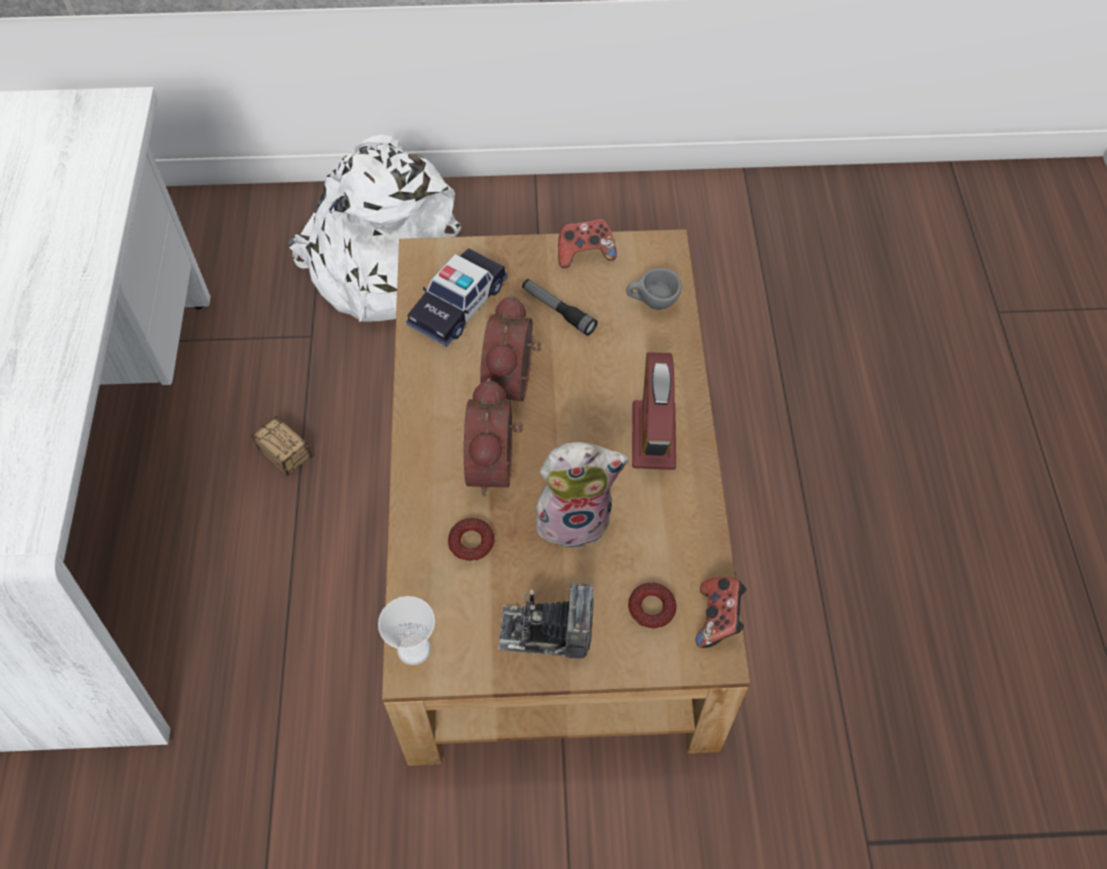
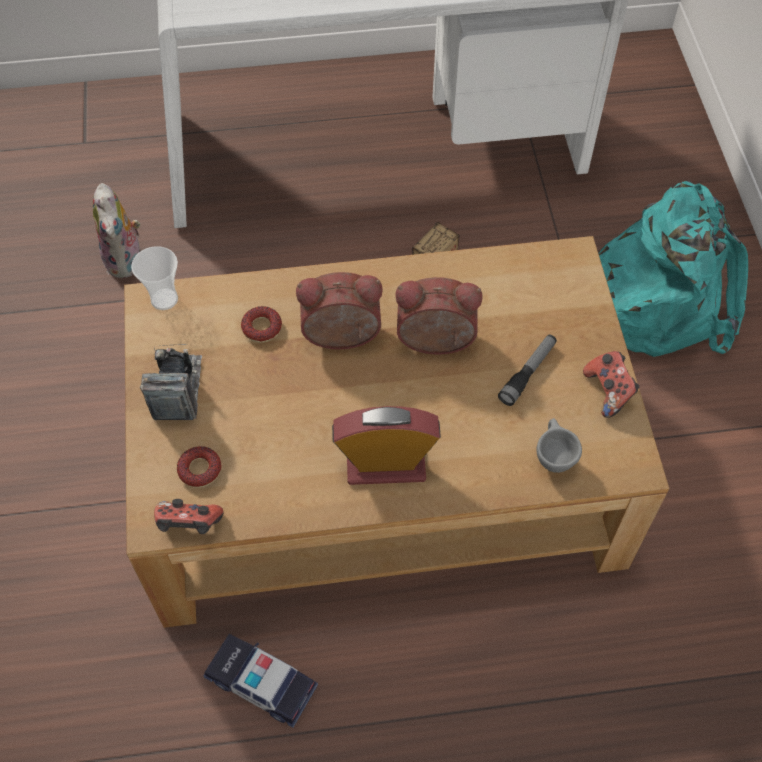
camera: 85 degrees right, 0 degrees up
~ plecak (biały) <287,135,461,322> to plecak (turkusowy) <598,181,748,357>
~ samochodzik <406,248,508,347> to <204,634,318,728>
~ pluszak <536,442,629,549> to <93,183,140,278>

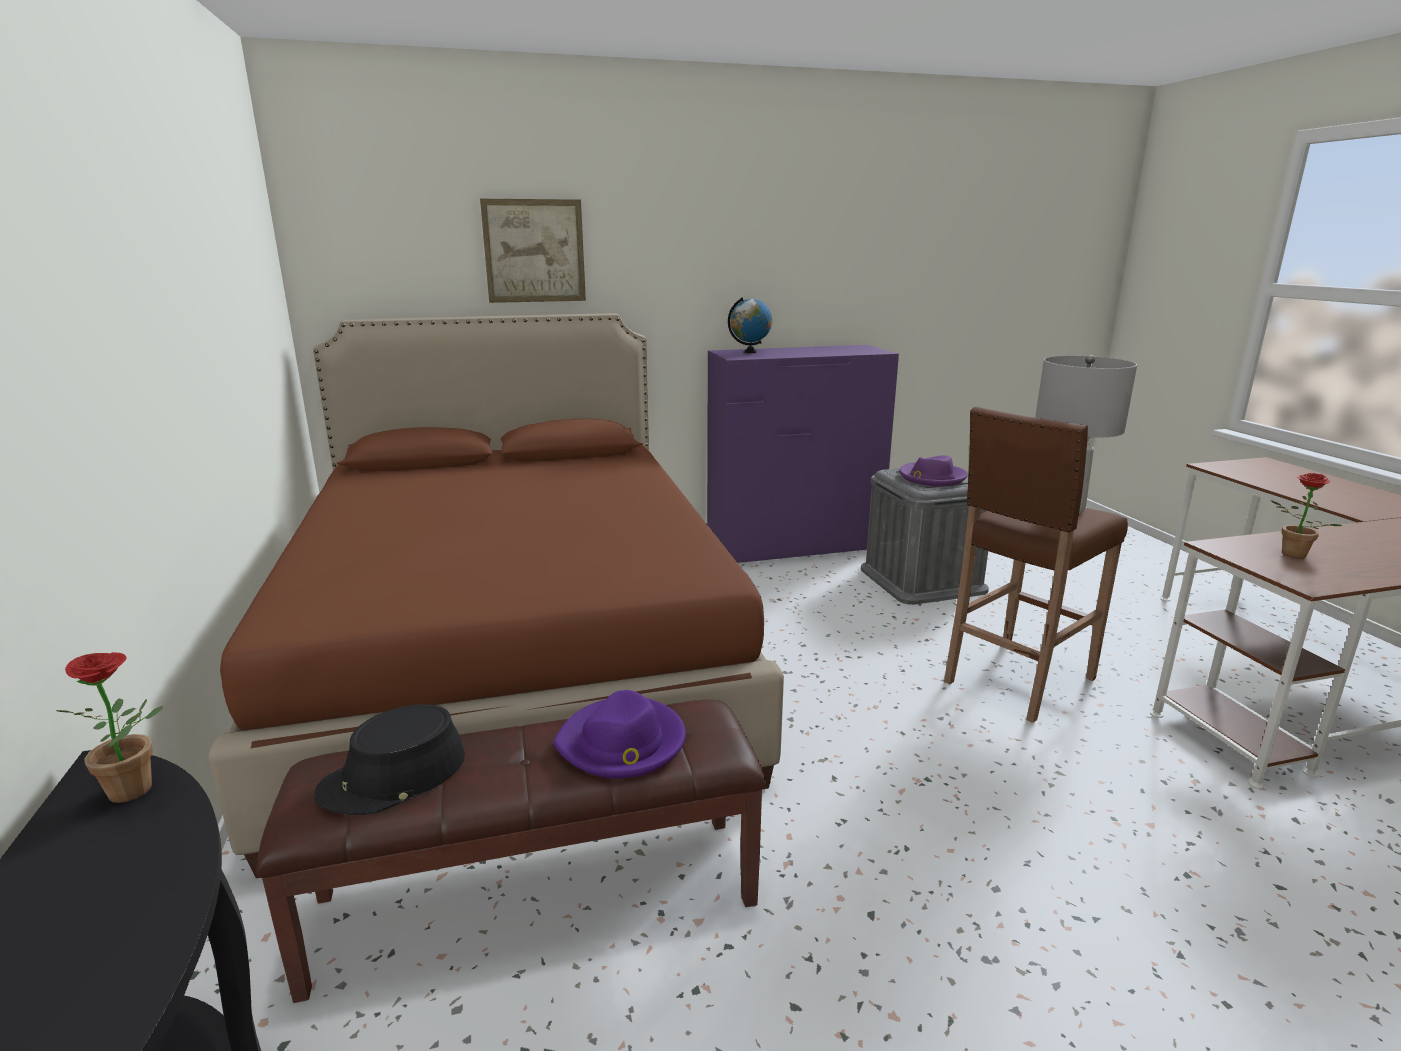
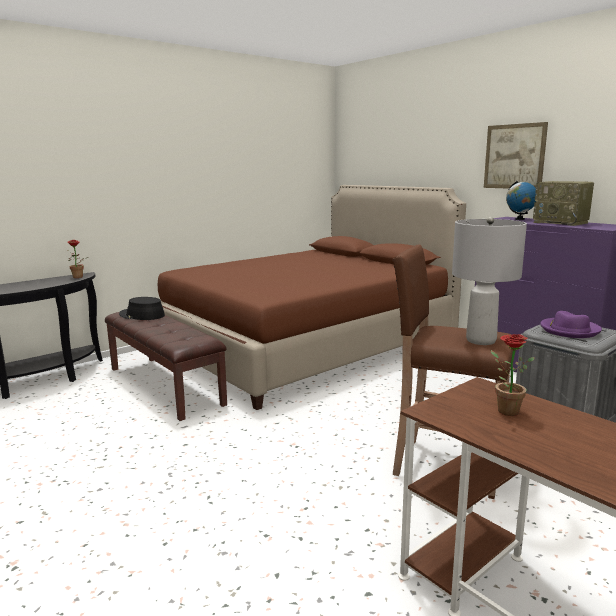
camera: 65 degrees right, 5 degrees down
~ obraz <480,199,586,303> to <484,122,548,189>
- kapelusz (fioletowy) <553,690,686,779>
+ radio <533,181,594,226>

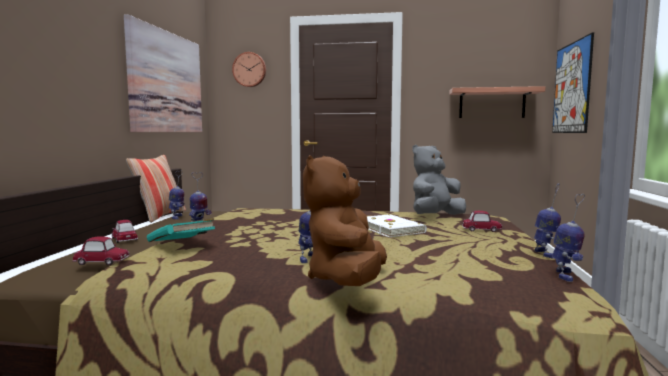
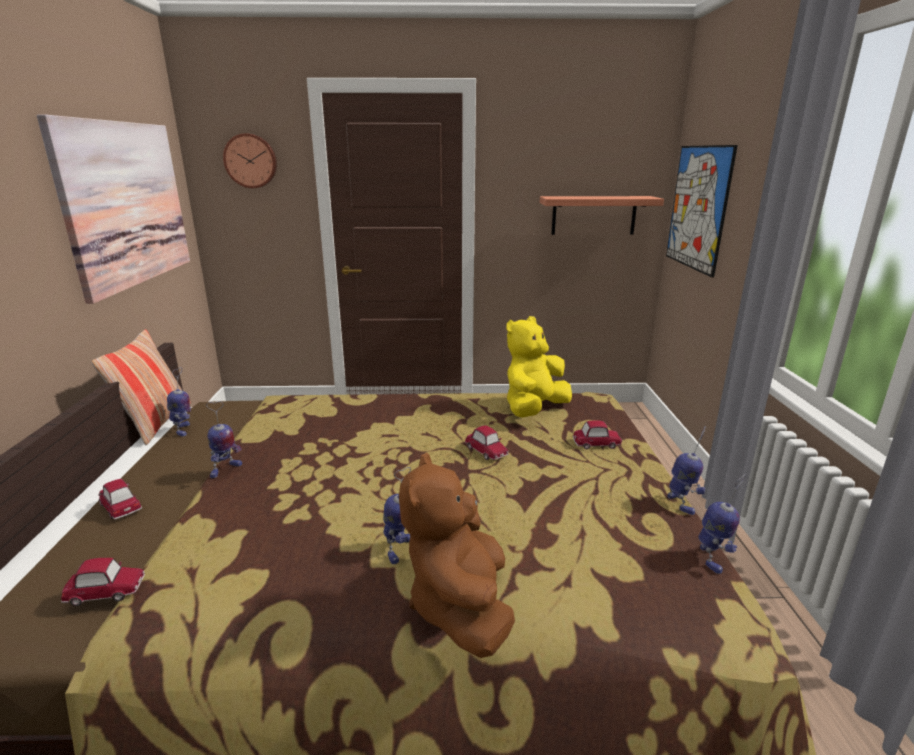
camera: 10 degrees left, 15 degrees up
~ pluszak (szary) <412,145,466,215> to pluszak (żółty) <506,316,572,418>
~ książka (biały) <367,214,427,237> to samochodzik <465,425,509,460>
- książka (turkusowy) <147,218,215,242>

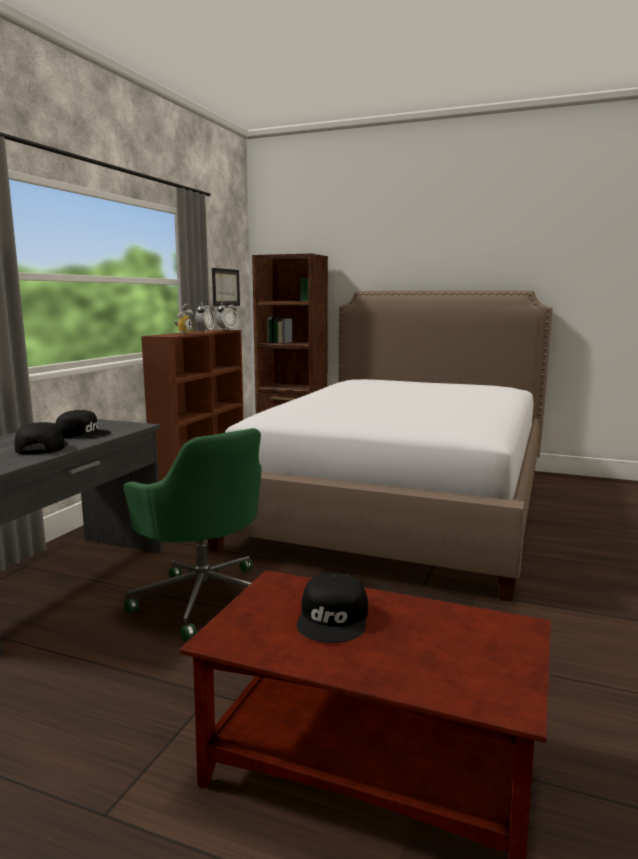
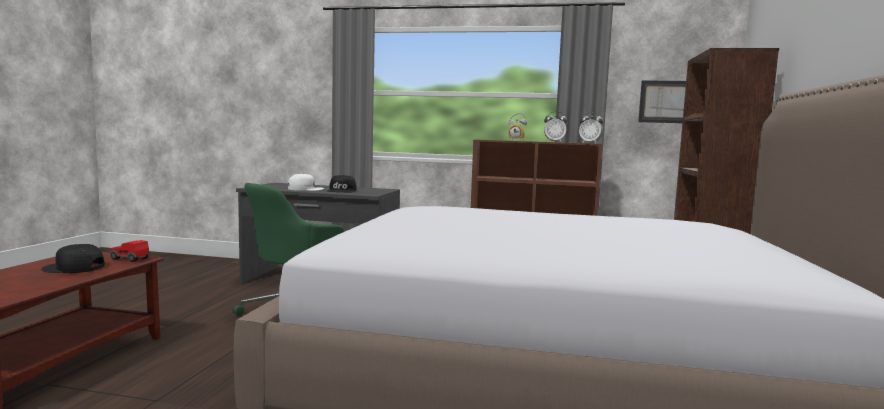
camera: 80 degrees right, 5 degrees down
~ czapka z daszkiem (czarny) <14,422,68,454> to czapka z daszkiem (biały) <288,173,324,191>
+ samochodzik <110,240,149,262>

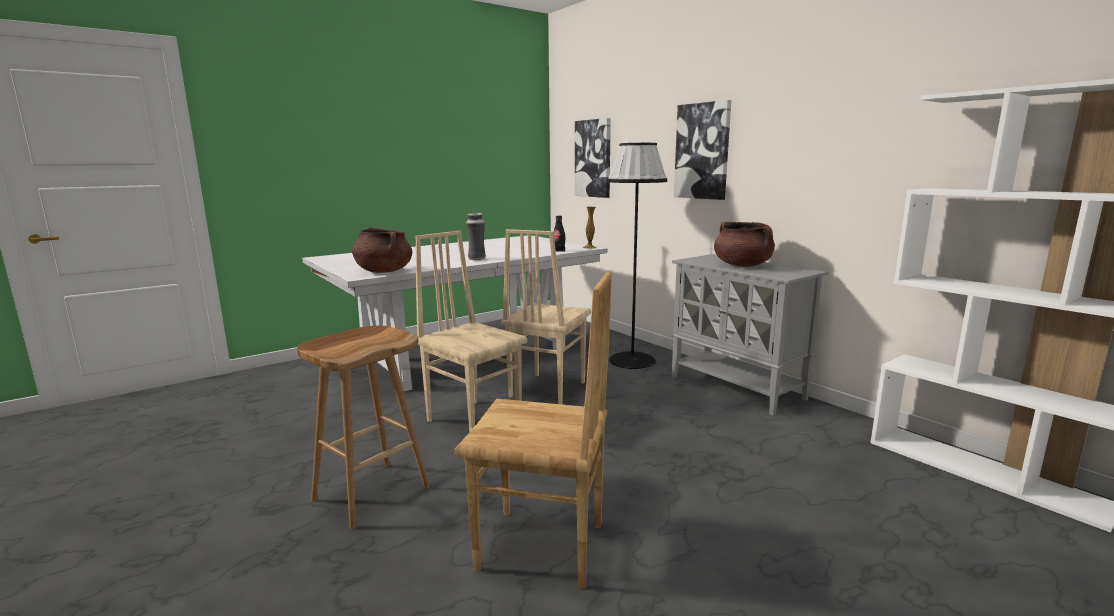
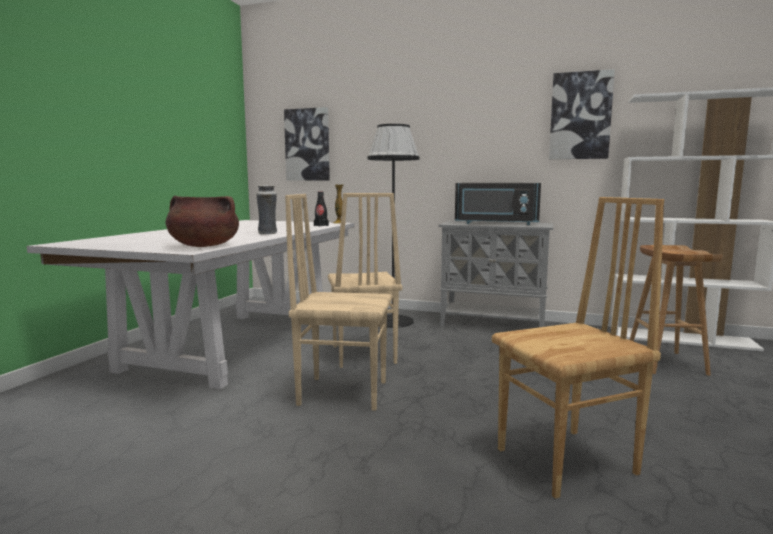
camera: 35 degrees left, 5 degrees down
~ obraz <674,100,731,200> to <549,69,615,159>
~ garnek (brązowy) <714,222,775,267> to mikrofalówka (czarny) <455,183,541,225>
~ stołek (brązowy) <297,326,430,530> to <630,245,723,376>

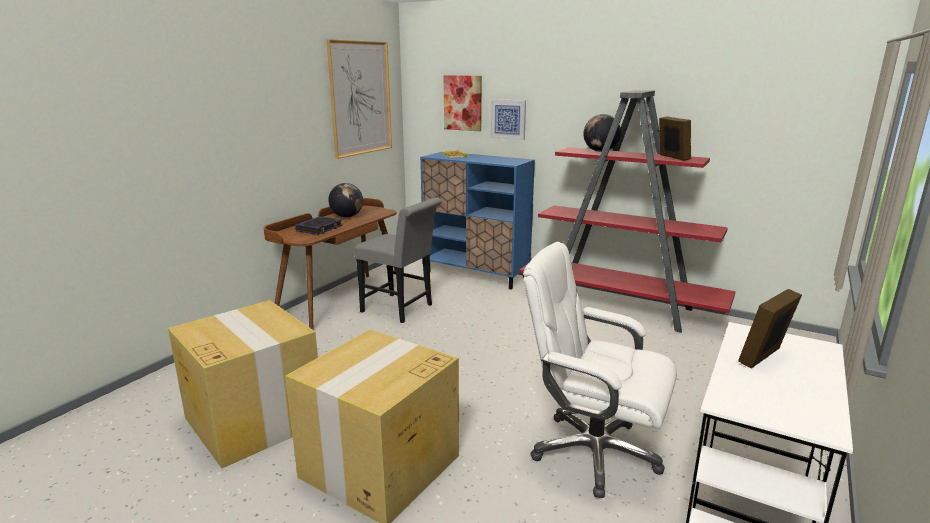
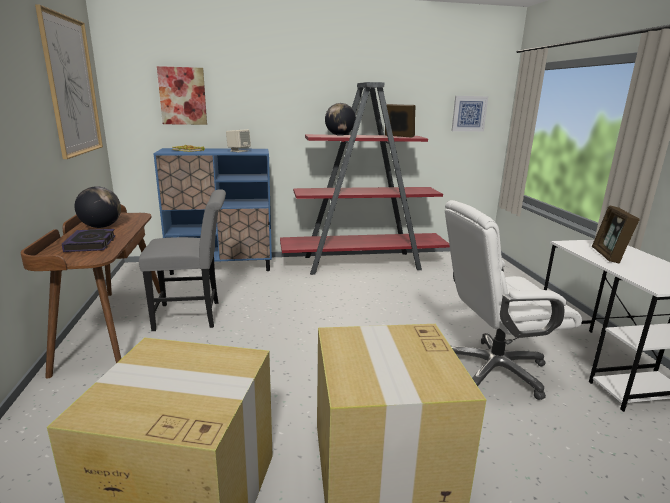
camera: 40 degrees left, 0 degrees up
~ obraz <490,99,526,140> to <452,96,488,132>
+ głośnik (beżowy) <226,129,251,152>

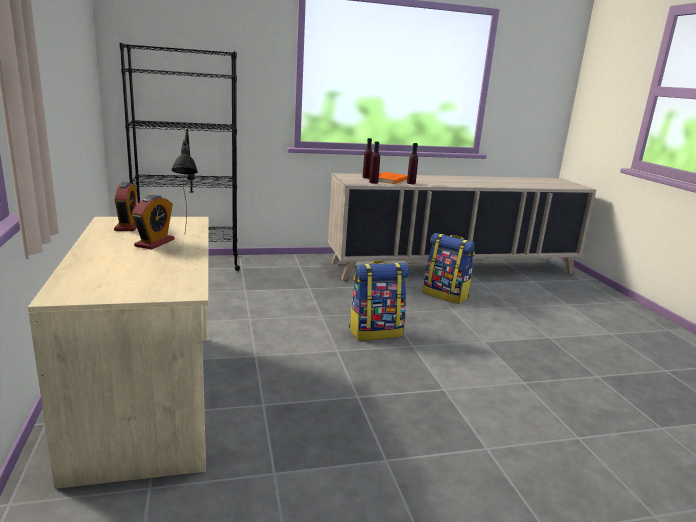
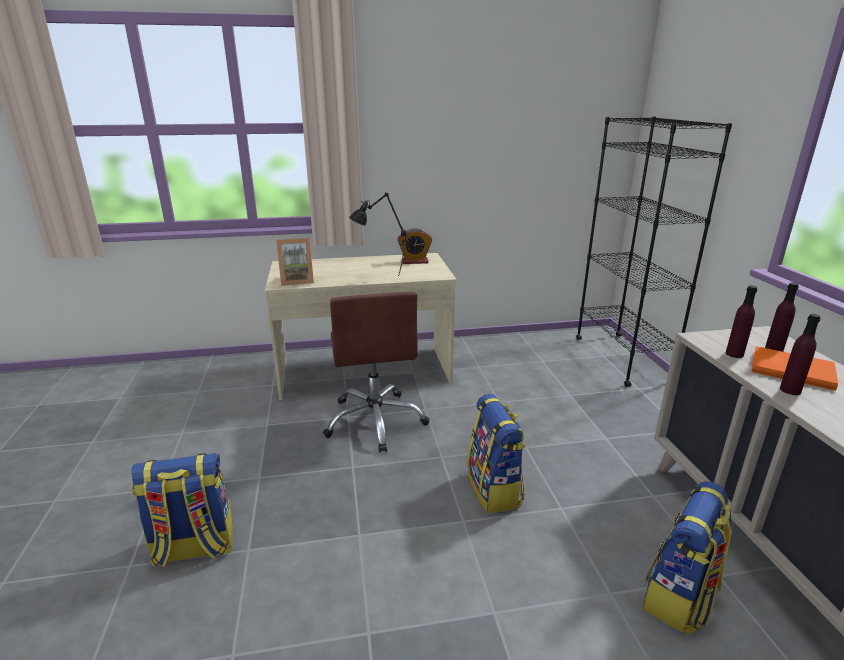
camera: 95 degrees right, 5 degrees up
- budzik <132,195,174,249>
+ ramka na zdjęcie <276,238,314,286>
+ krzesło biurowe (brązowy) <323,292,429,453>
+ plecak <131,453,233,567>

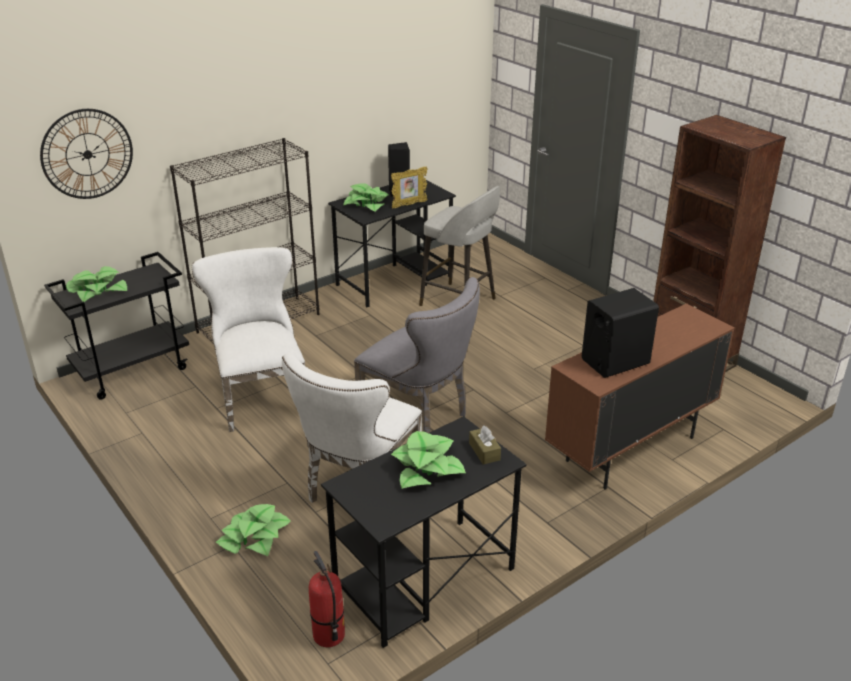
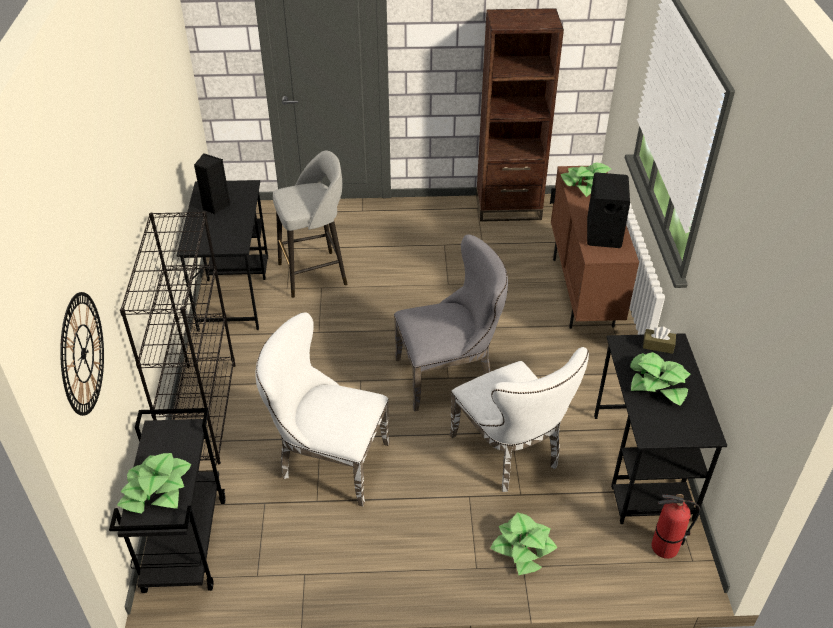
camera: 55 degrees left, 10 degrees up
- ramka na zdjęcie <391,167,428,208>
~ roślina doniczkowa <343,183,388,212> to <561,163,611,197>

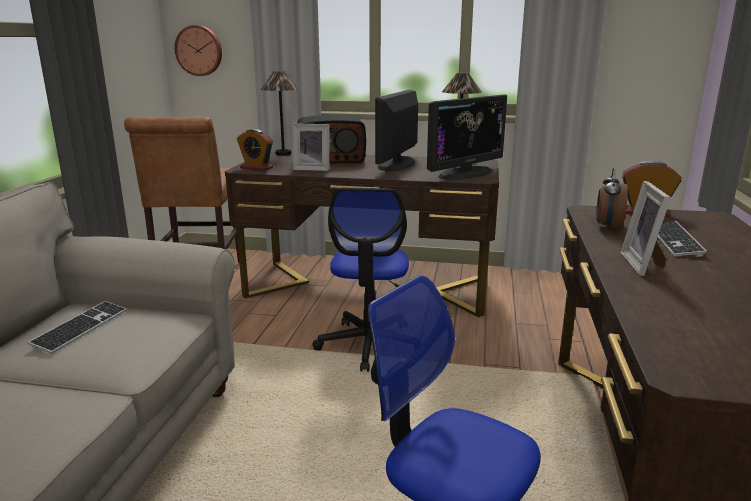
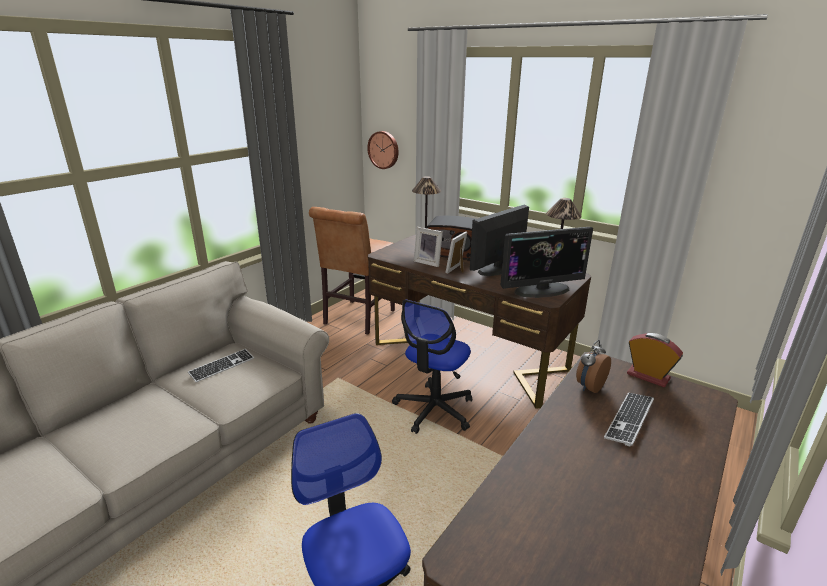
camera: 25 degrees right, 5 degrees up
- budzik <237,129,273,171>
~ ramka na zdjęcie <621,181,671,276> to <445,231,467,274>

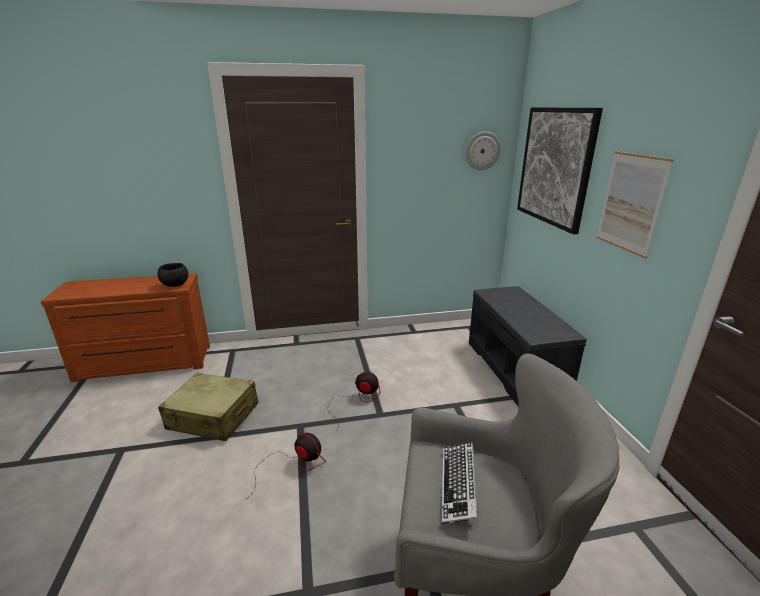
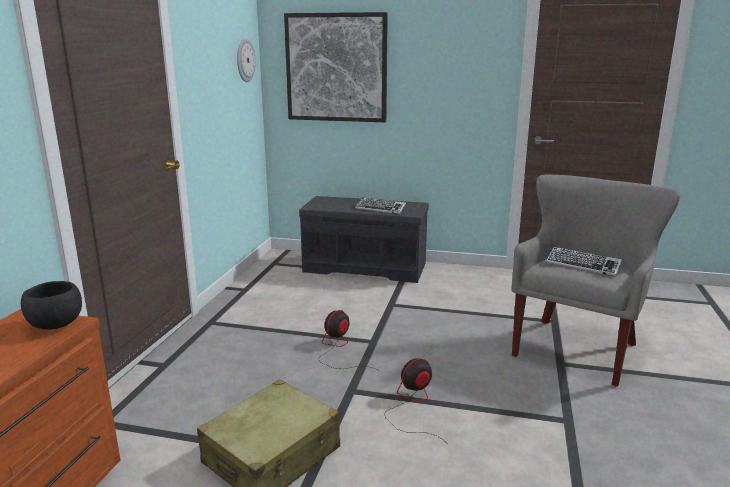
camera: 65 degrees left, 5 degrees down
- obraz <596,151,674,259>
+ klawiatura <355,197,406,214>

